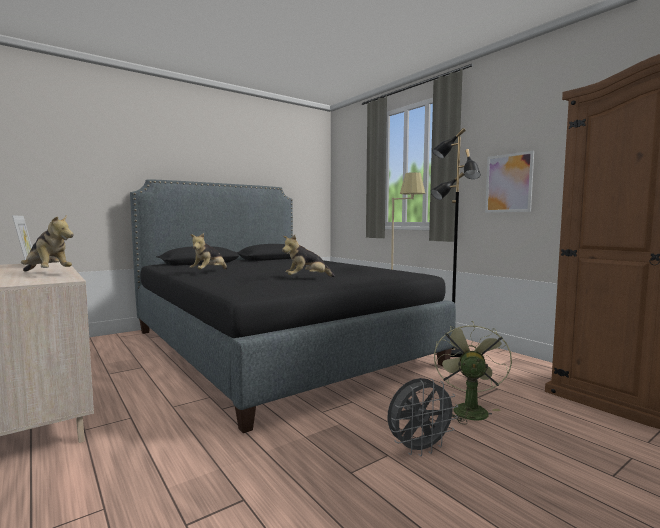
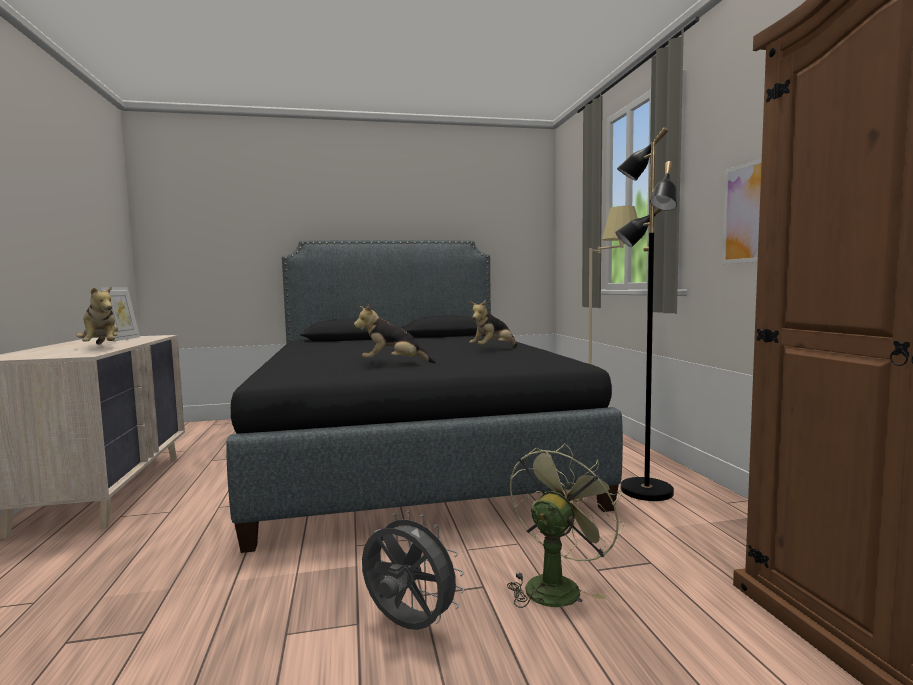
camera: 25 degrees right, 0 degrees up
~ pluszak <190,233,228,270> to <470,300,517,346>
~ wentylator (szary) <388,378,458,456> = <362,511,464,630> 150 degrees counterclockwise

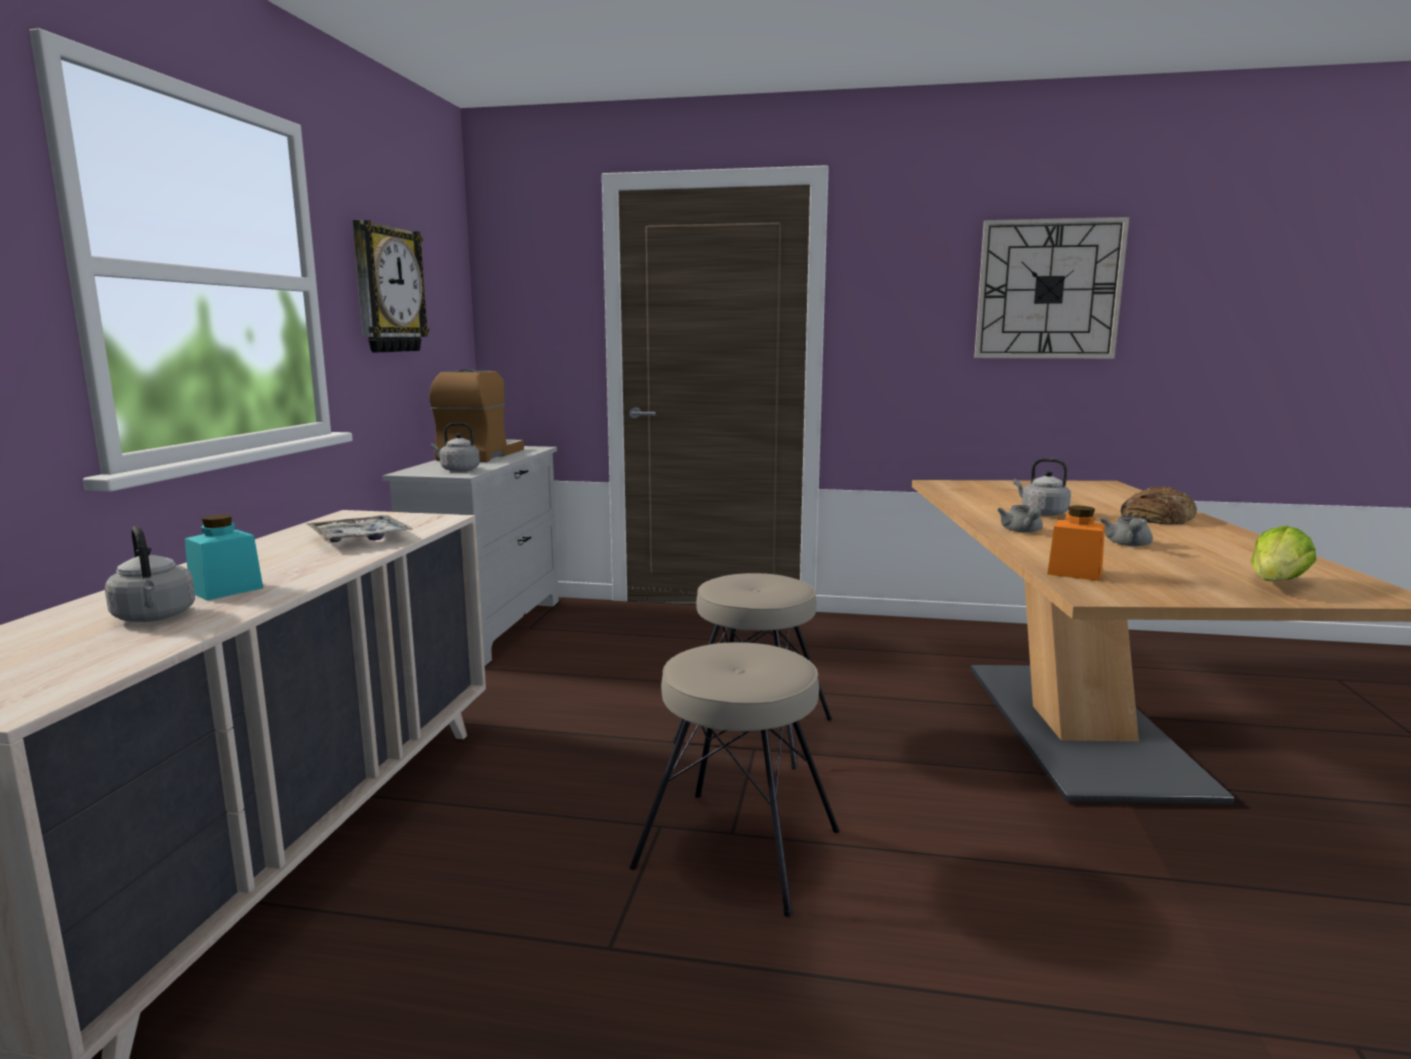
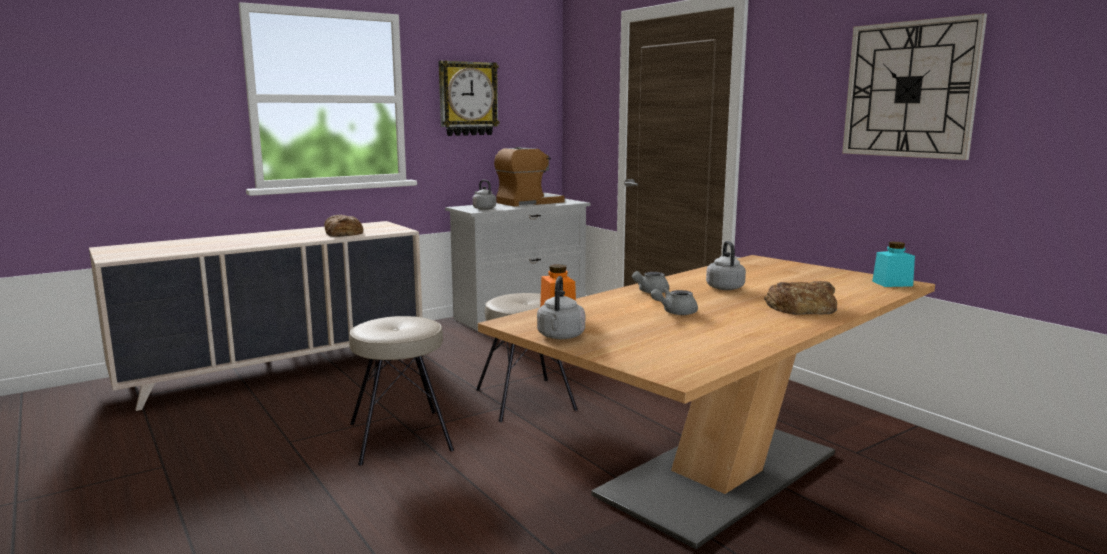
camera: 45 degrees right, 0 degrees up
~ słoik (turkusowy) <185,514,263,601> to <872,242,915,287>
~ taca <306,515,414,542> to chleb <324,214,363,237>
- sałata <1251,525,1316,582>
~ czajnik (szary) <105,526,195,622> to <537,276,585,339>

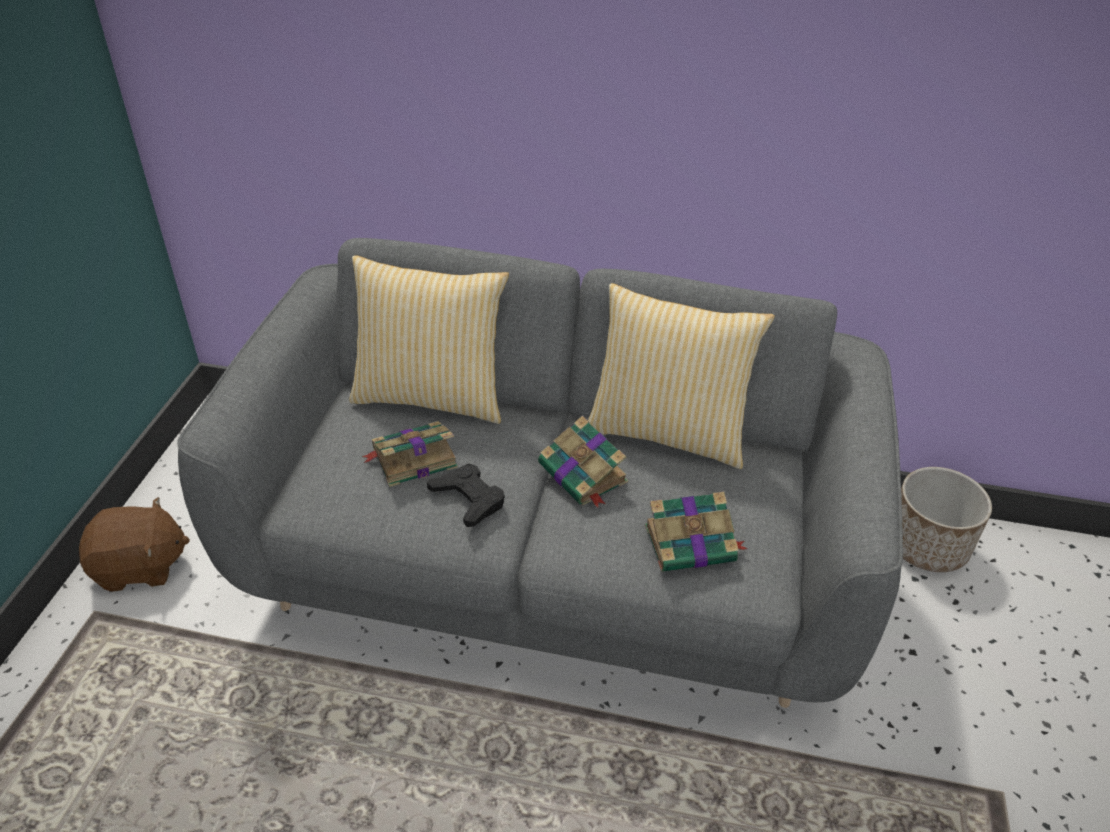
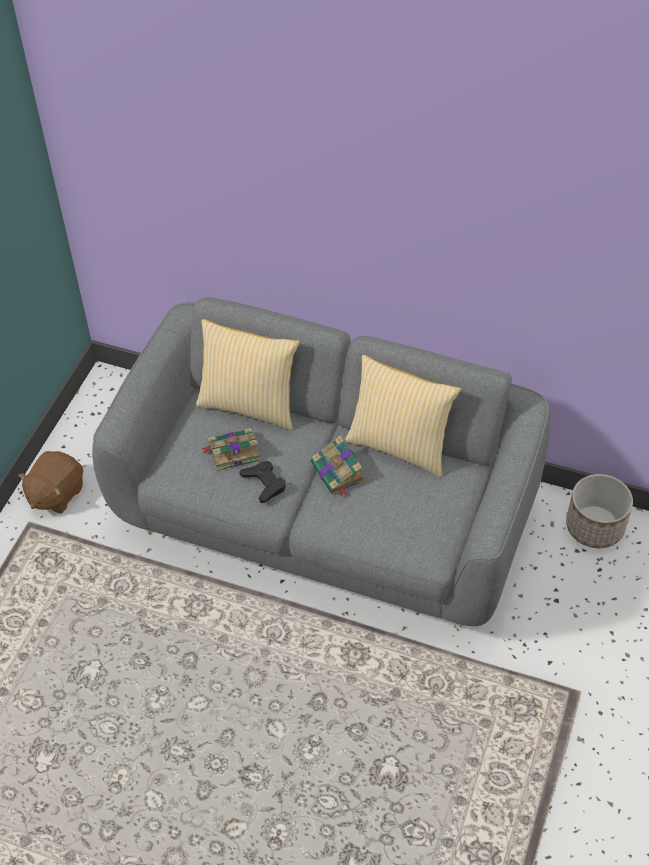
camera: 10 degrees right, 10 degrees up
- książka <645,492,748,571>
~ pluszak (brązowy) <79,497,190,592> = <18,451,83,513> 120 degrees clockwise

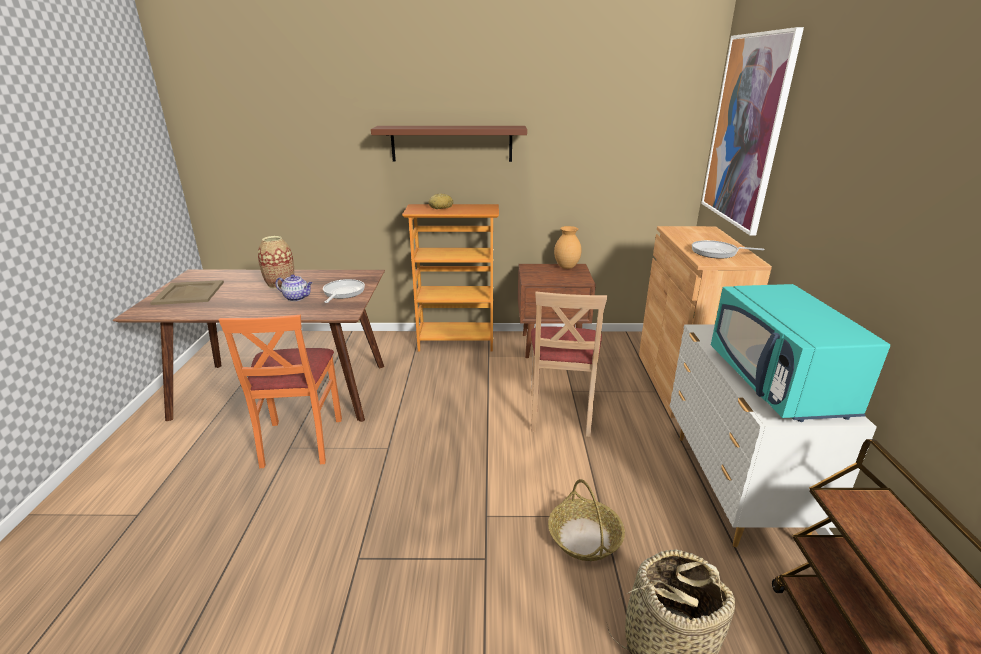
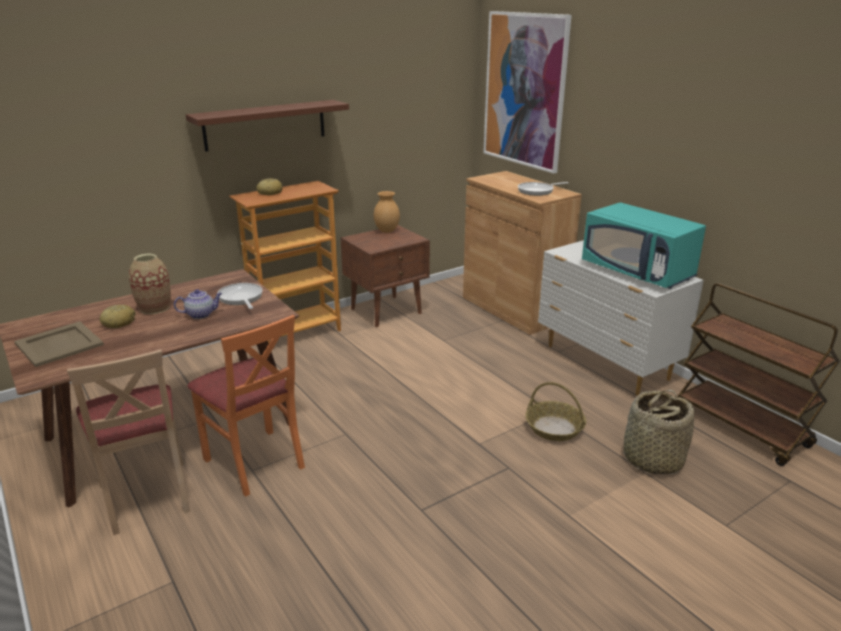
camera: 35 degrees left, 0 degrees up
~ krzesło (beżowy) <531,291,607,437> to <67,349,190,535>
+ chleb <99,305,136,328>

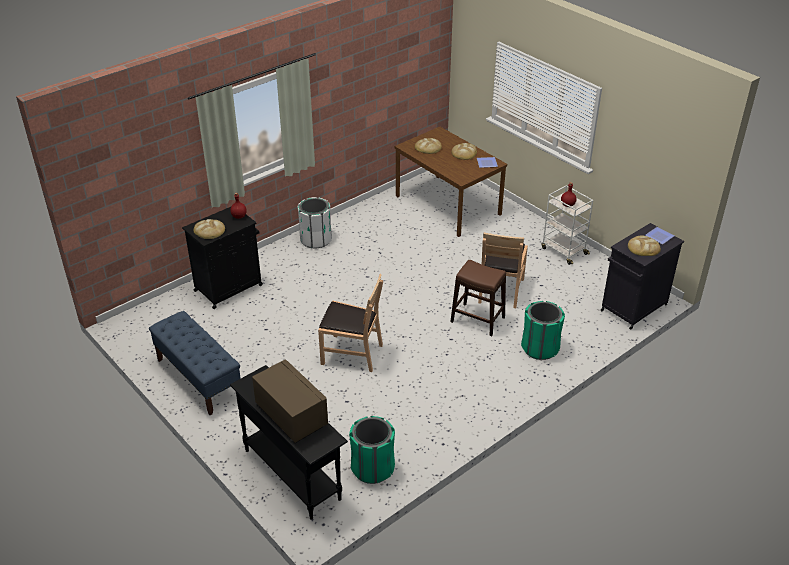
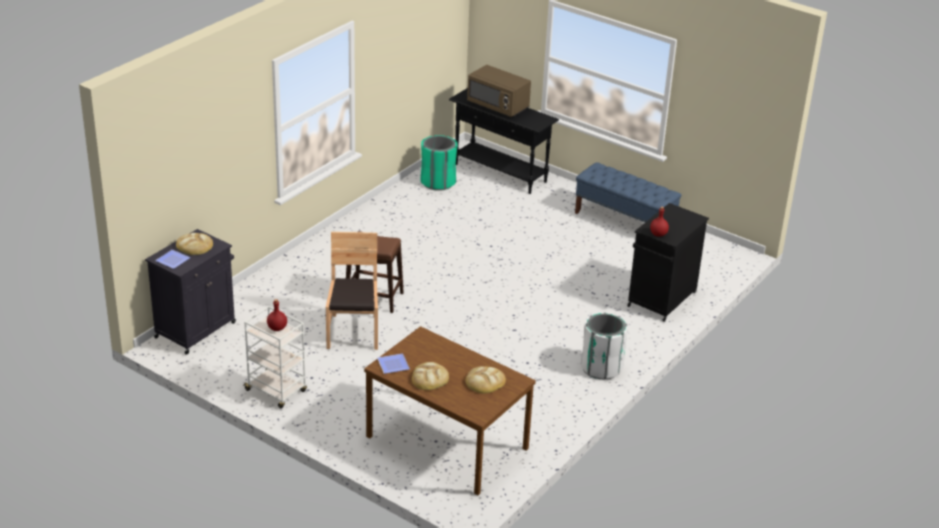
camera: 165 degrees right, 5 degrees down
- chleb <193,219,225,239>
- krzesło (brązowy) <318,274,383,372>
- kosz na śmieci (zielony) <521,301,565,360>

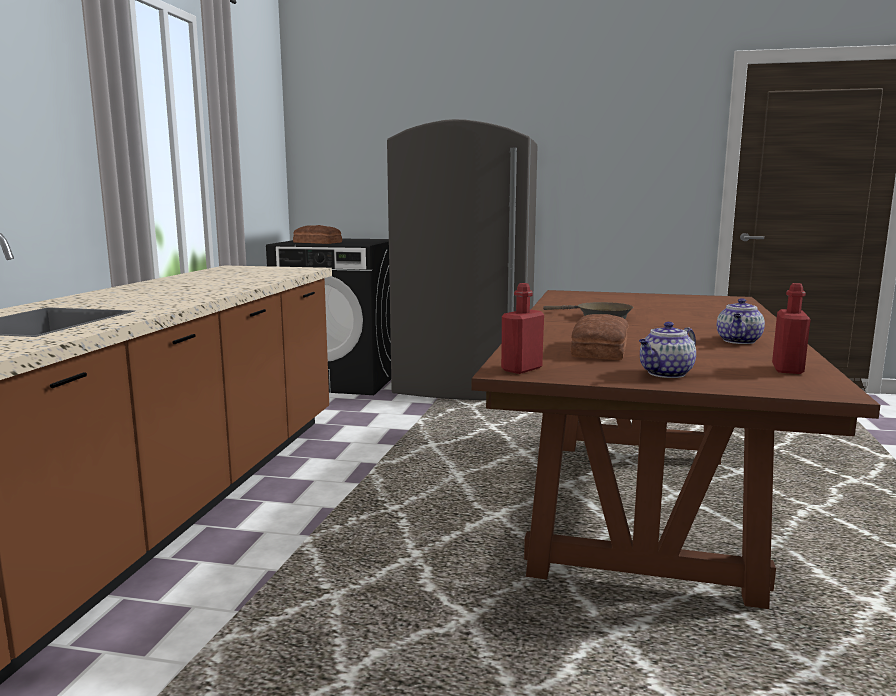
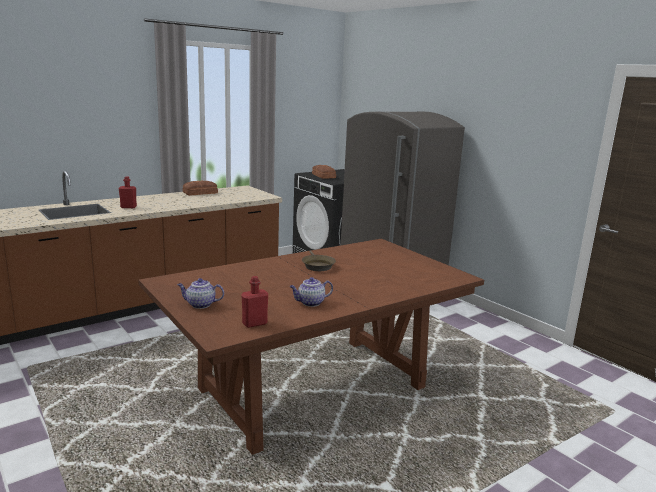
camera: 40 degrees right, 5 degrees up
~ butelka (czerwony) <501,283,544,374> to <119,176,137,208>
~ chleb <571,314,629,360> to <183,181,218,196>

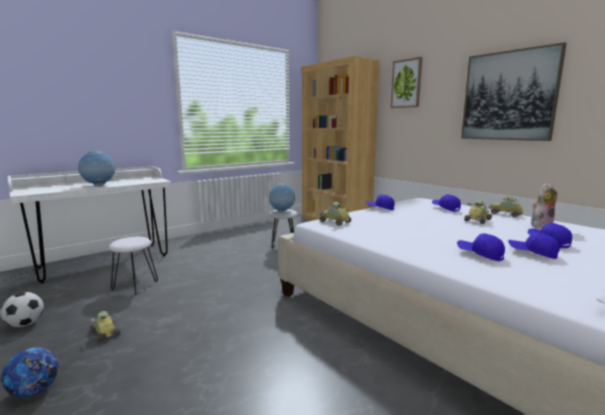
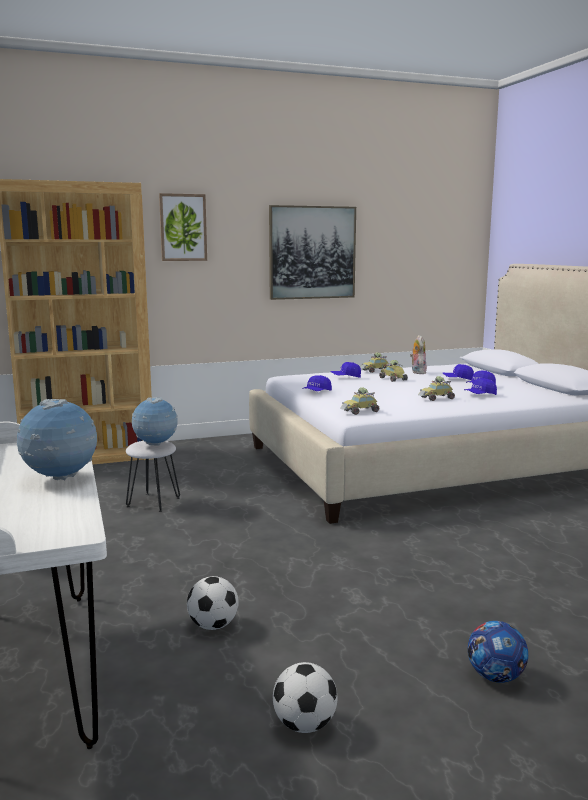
camera: 70 degrees left, 0 degrees up
~ stołek (biały) <109,237,158,295> to piłka futbolowa <187,576,239,630>
~ samochodzik <90,311,121,342> to <418,376,455,401>

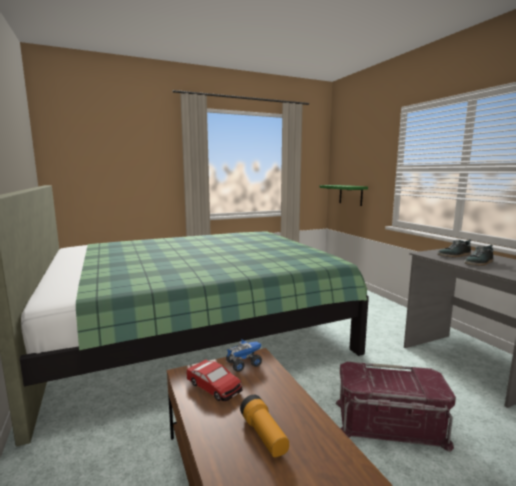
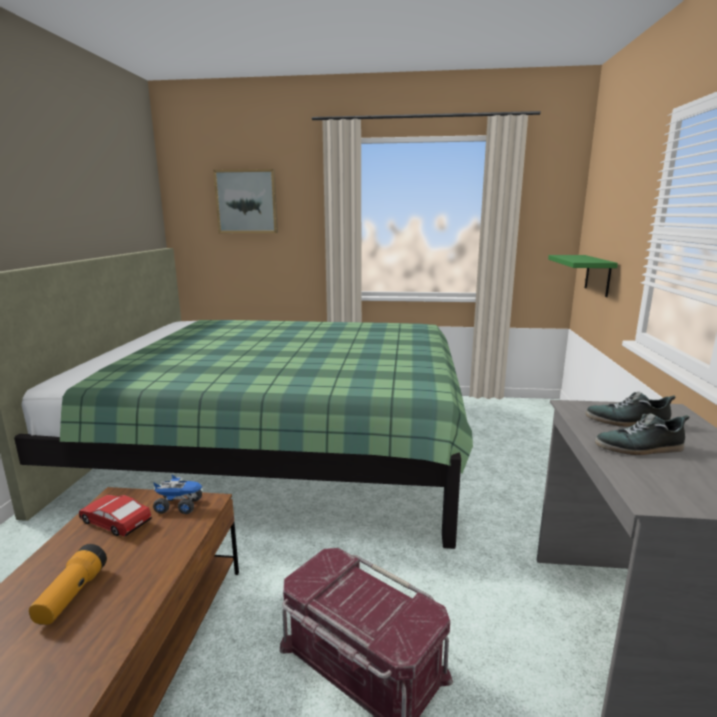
camera: 30 degrees right, 5 degrees up
~ samochodzik <187,359,242,401> = <79,495,152,536> 135 degrees clockwise
+ obraz <213,169,278,233>

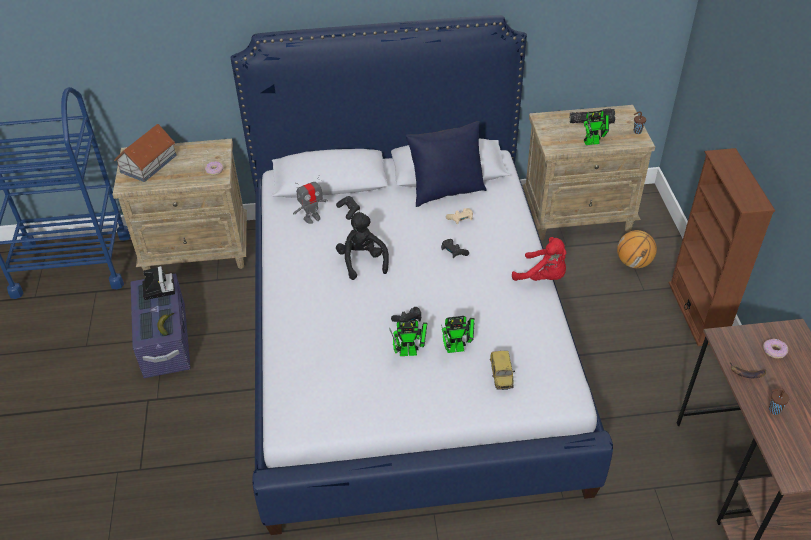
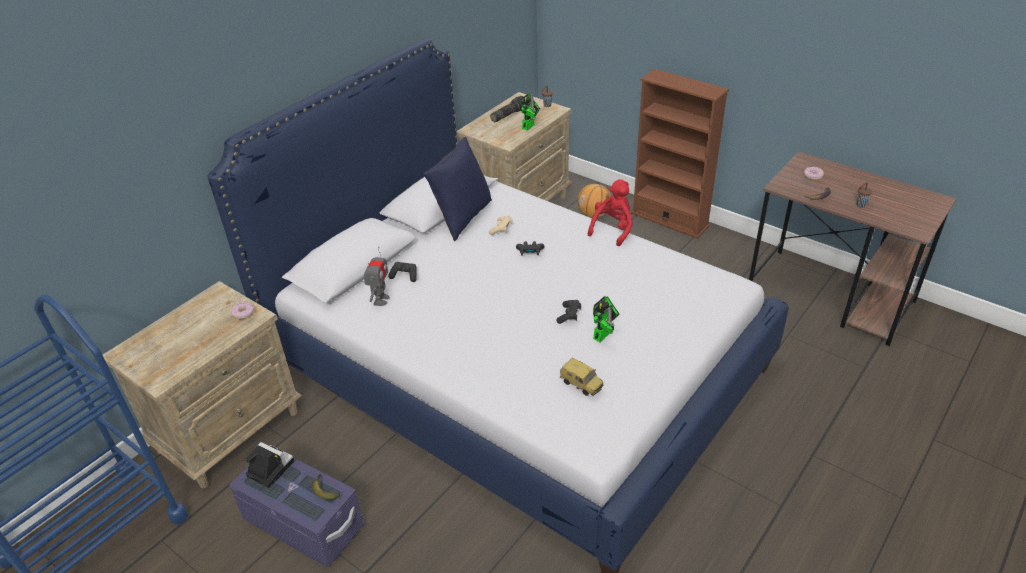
camera: 45 degrees left, 5 degrees down
- domek <114,124,177,182>
- pluszak (czarny) <336,212,389,280>
~ pluszak (czerwony) <512,237,567,281> = <588,179,633,246> 45 degrees counterclockwise
- robot zabawkowy <441,316,475,353>
~ samochodzik <490,351,515,390> to <560,358,604,396>

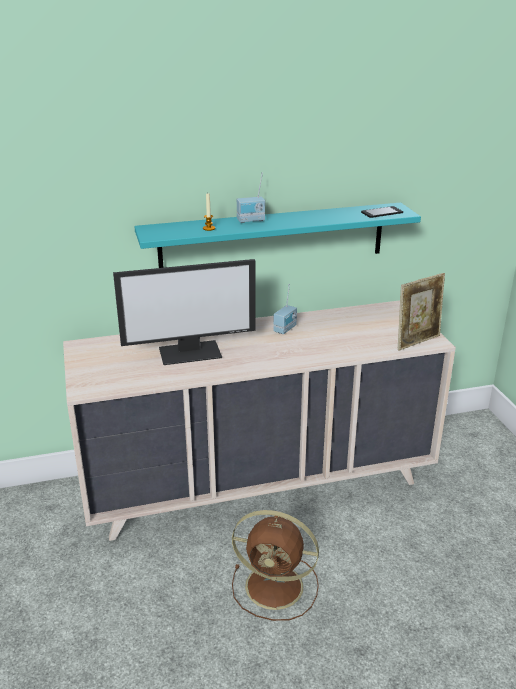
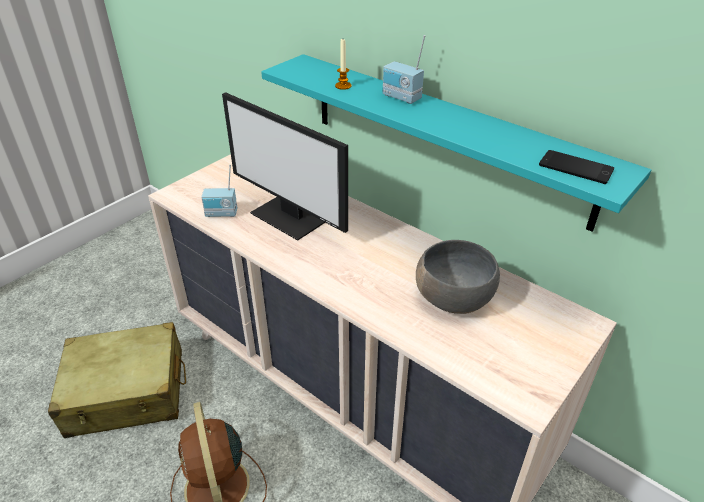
camera: 55 degrees right, 10 degrees up
- ramka na zdjęcie <398,273,445,351>
~ radio <273,284,297,334> to <201,164,237,217>
+ miska (szary) <416,240,500,314>
+ walizka (beżowy) <48,322,186,438>

